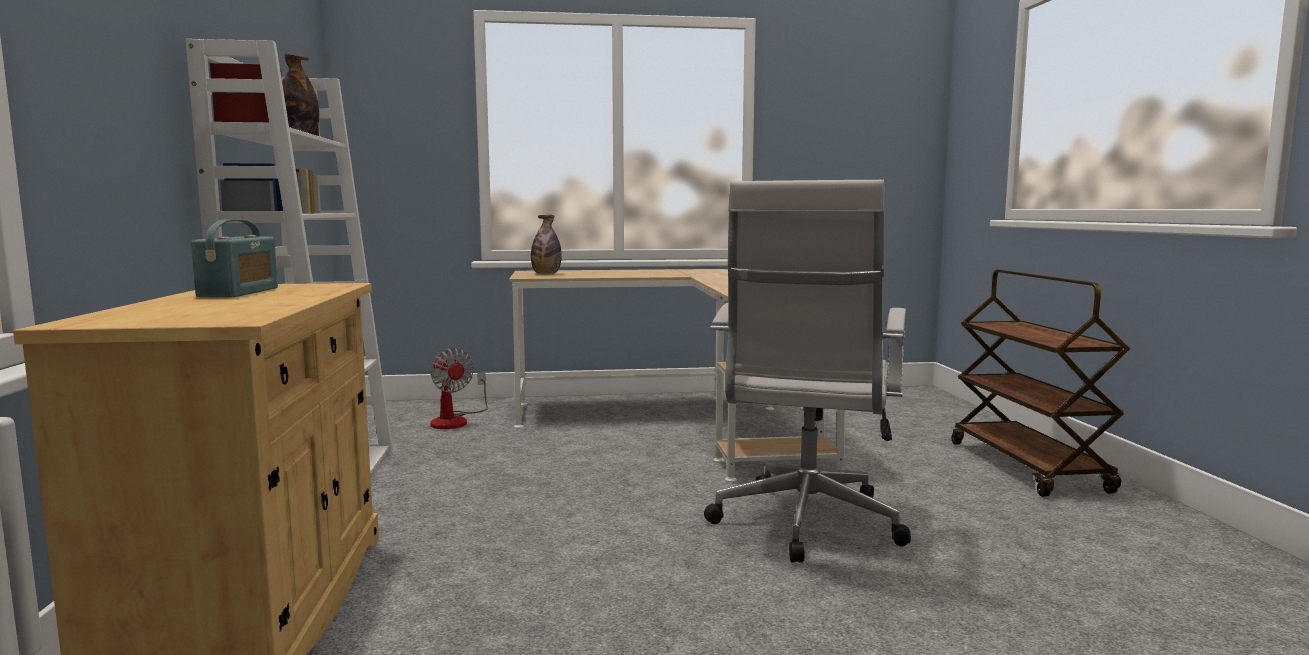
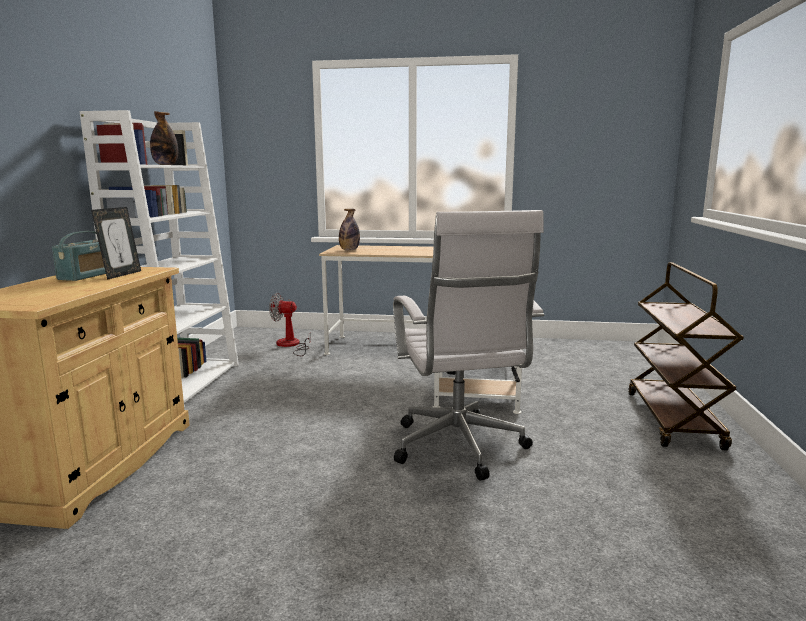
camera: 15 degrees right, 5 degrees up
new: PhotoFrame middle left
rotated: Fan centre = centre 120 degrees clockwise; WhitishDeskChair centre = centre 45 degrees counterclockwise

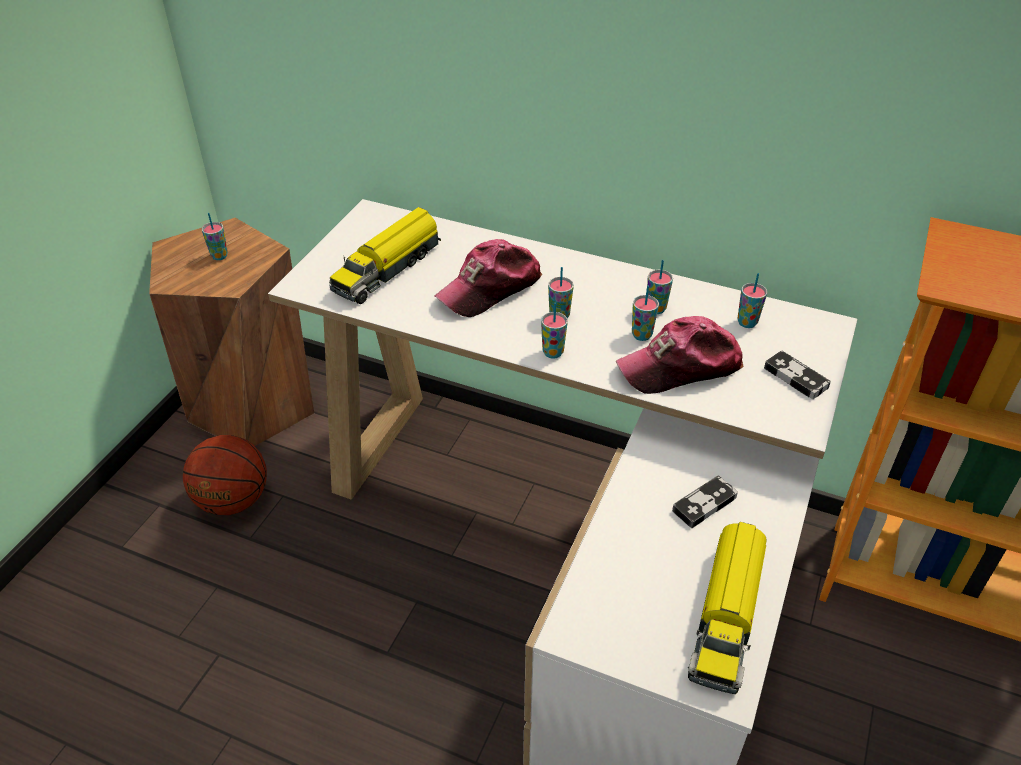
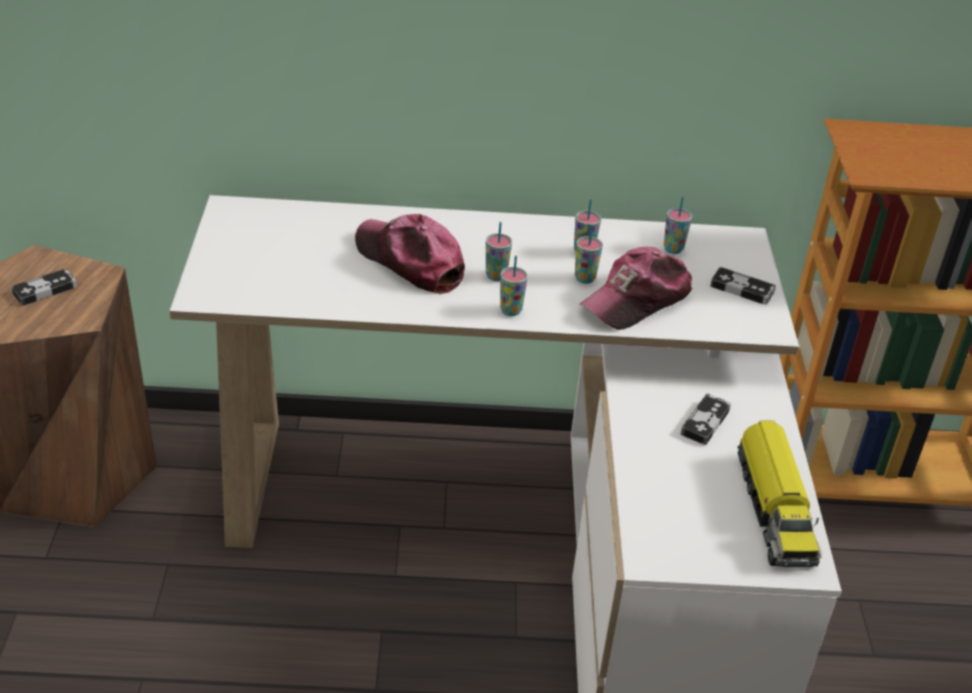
camera: 25 degrees left, 5 degrees down
gone: BasketballBall middle left; ToyLorry (no. 1 from left) centre
swapped: SmallCup (no. 1 from left) top left to GameController (no. 1 from left) middle left
rotated: PeakedCap (no. 1 from left) centre = centre 105 degrees clockwise

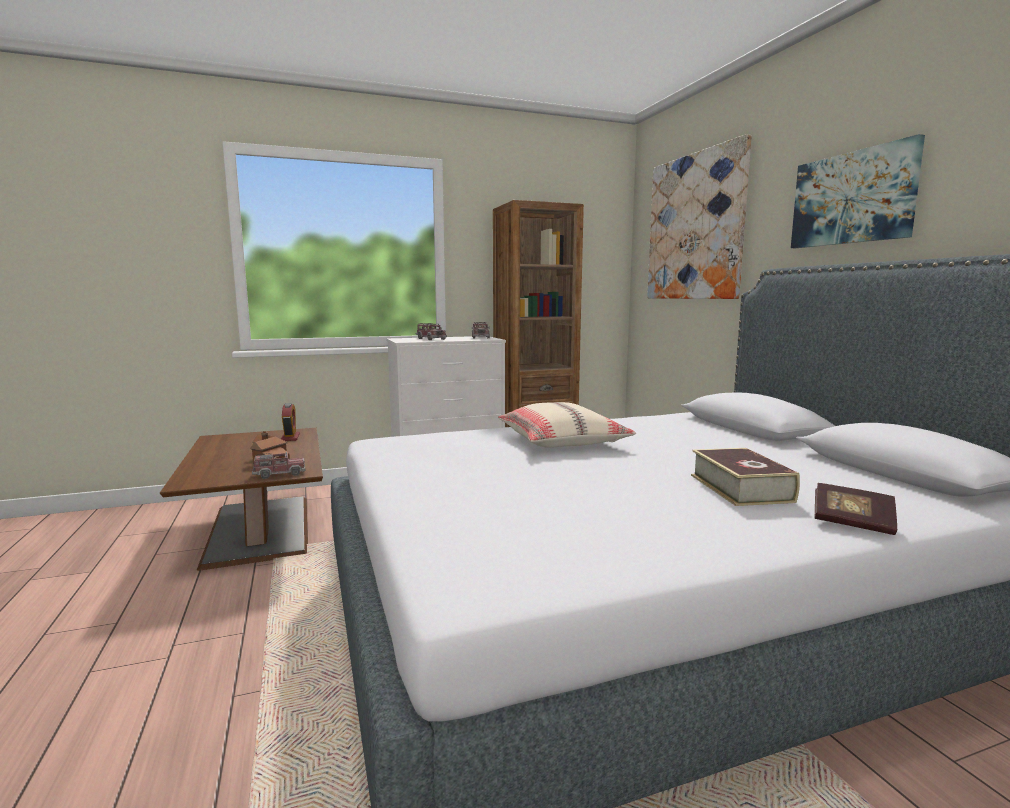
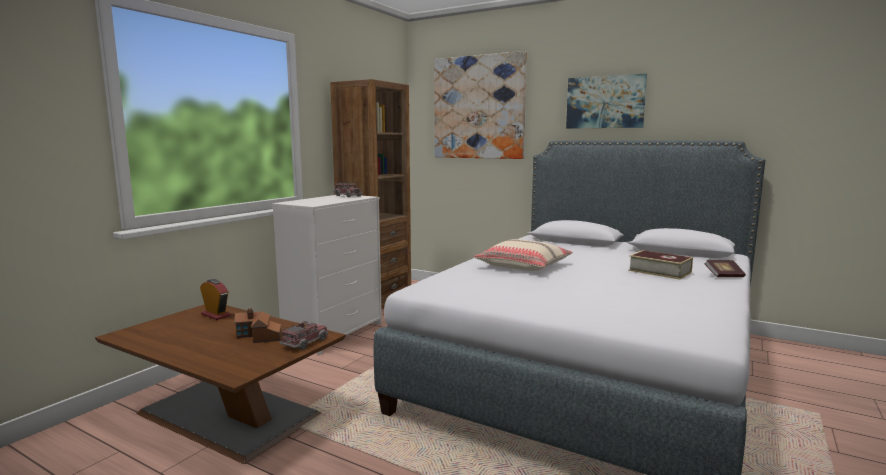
camera: 40 degrees left, 0 degrees up
gone: ToyLorry (no. 2 from left) centre

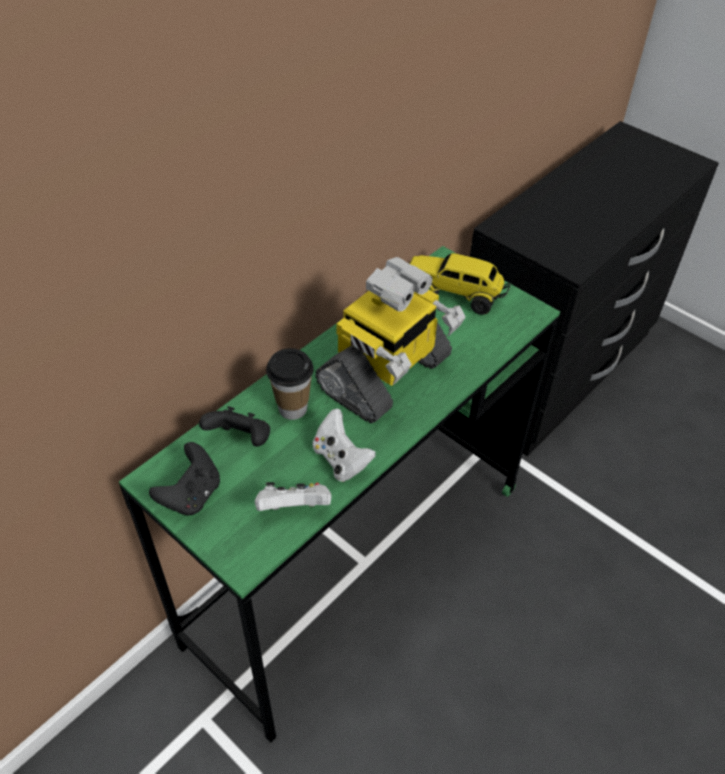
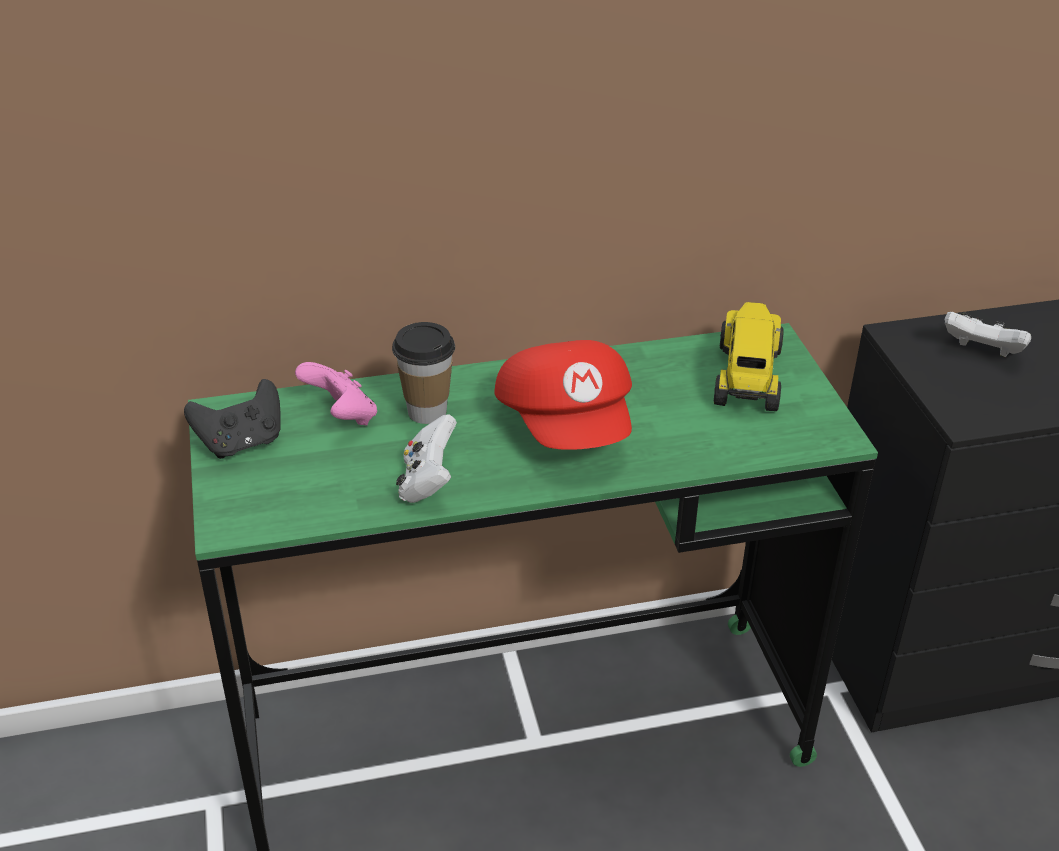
camera: 35 degrees right, 10 degrees down
shifted: WhitishGameController (no. 1 from left in the first image) centre to WhitishGameController (no. 2 from left) middle right
swapped: ToyRobot centre to RedColouredPeakedCap centre
repainted: BlackishGameController (no. 2 from left) middle left to PinkishGameController middle left
rotated: ToyLorry centre = middle right 45 degrees clockwise

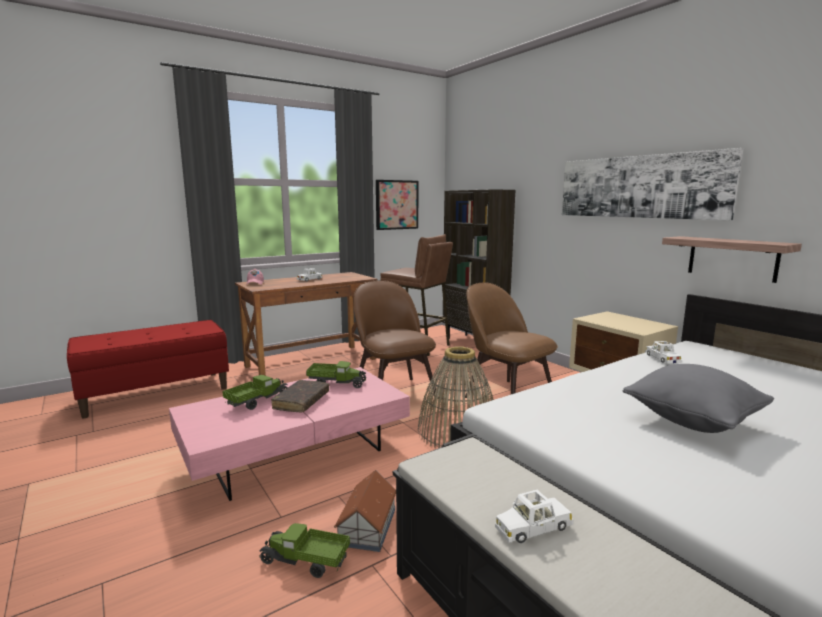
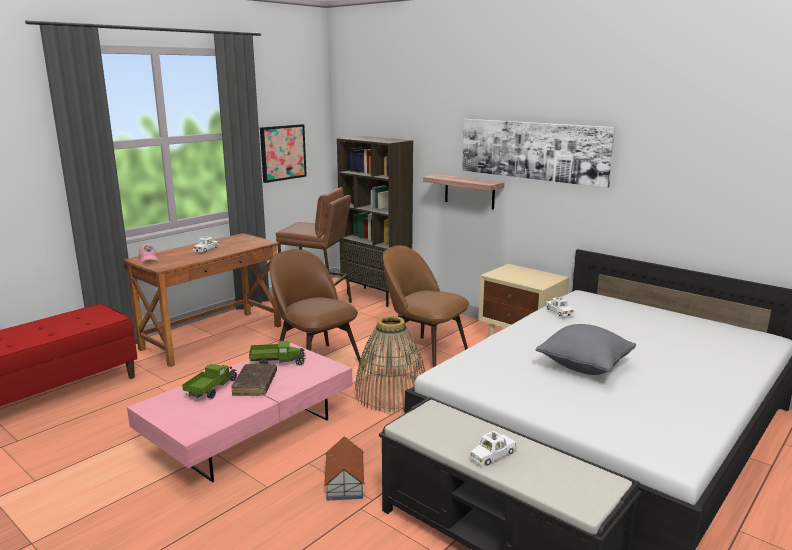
camera: 15 degrees left, 5 degrees up
gone: ToyLorry (no. 2 from left) bottom centre
shifted: BracketShelf middle right to centre

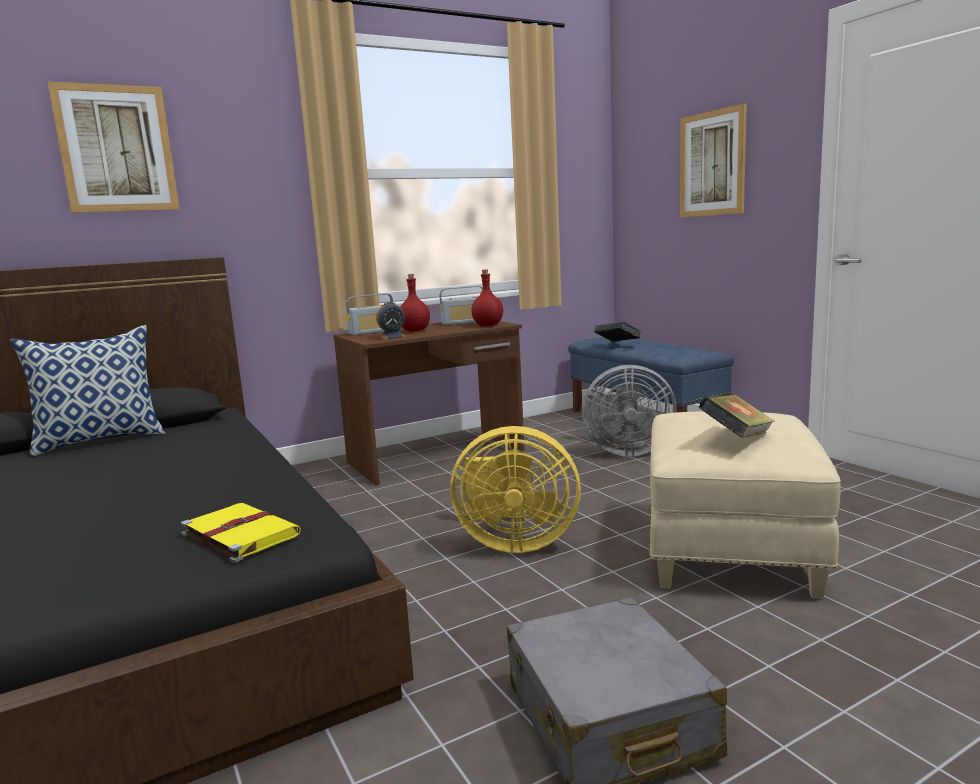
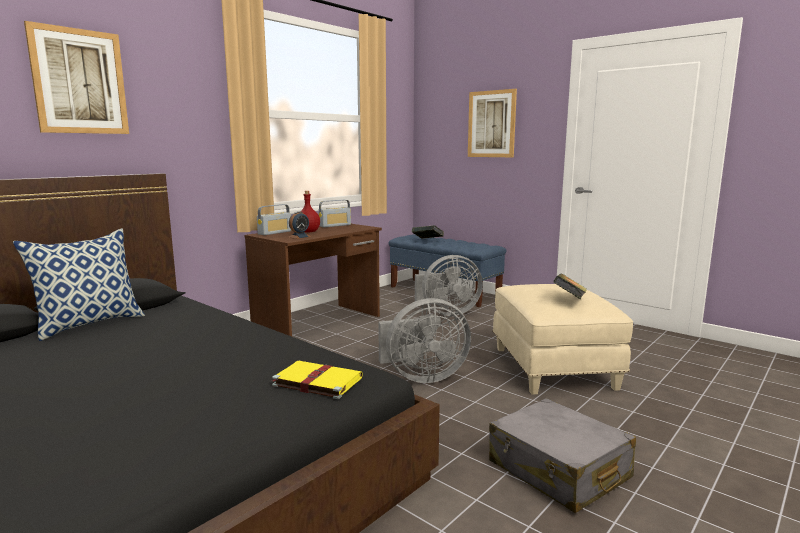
camera: 20 degrees left, 0 degrees up
gone: RedColouredBeverageBottle (no. 2 from left) centre
repainted: YellowColouredFan centre to GreyFan (no. 1 from left) centre

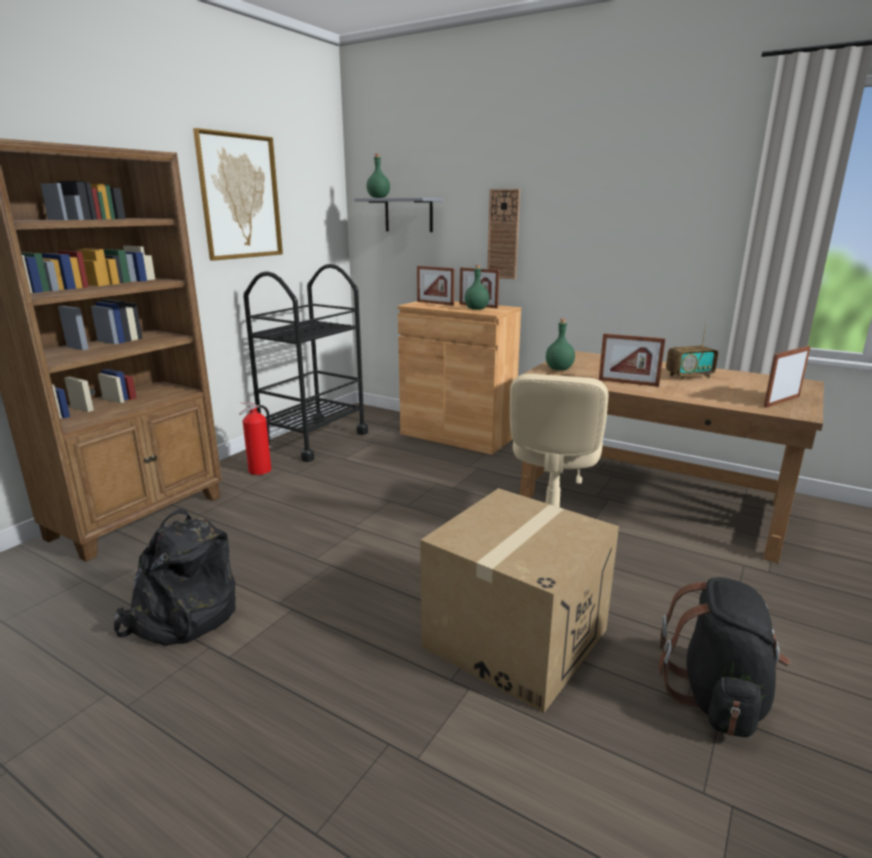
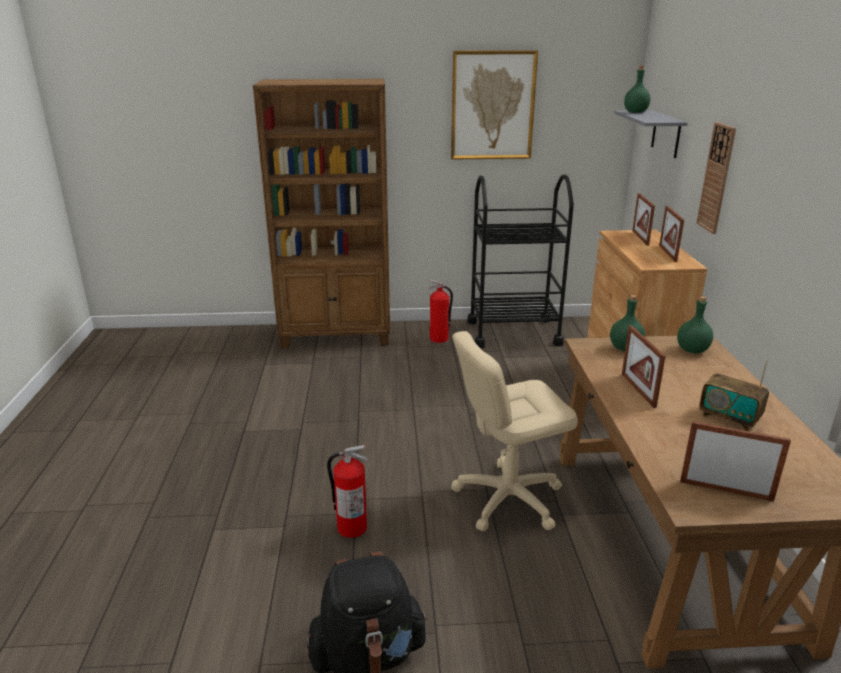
camera: 55 degrees right, 5 degrees up
gone: BlackishKnapsack (no. 1 from left) bottom left
shifted: GreenColouredBeverageBottle (no. 2 from left in the first image) centre to GreenColouredBeverageBottle (no. 3 from left) middle right
swapped: PackingBox bottom centre to FireFightingCylinder (no. 1 from left) bottom centre

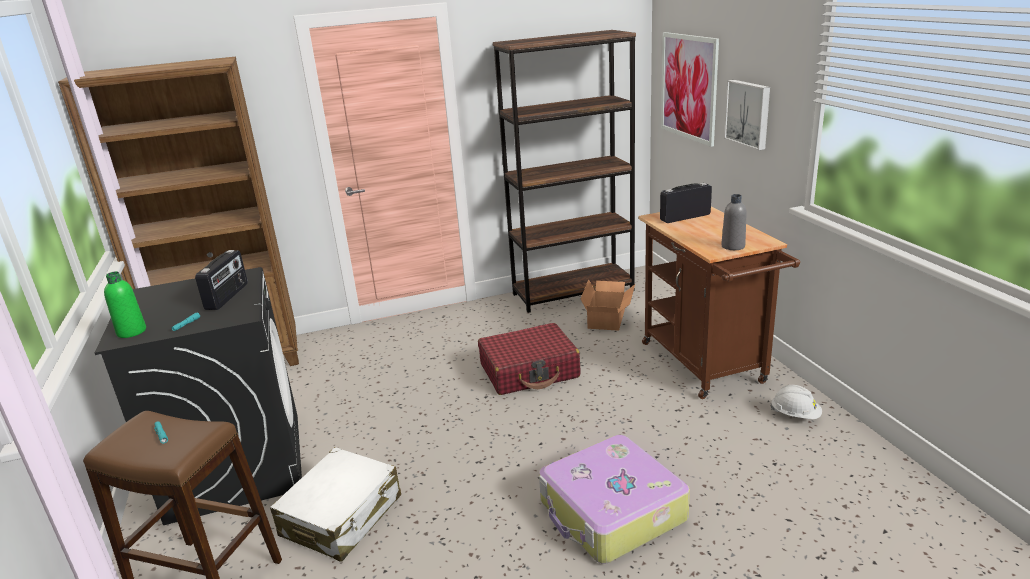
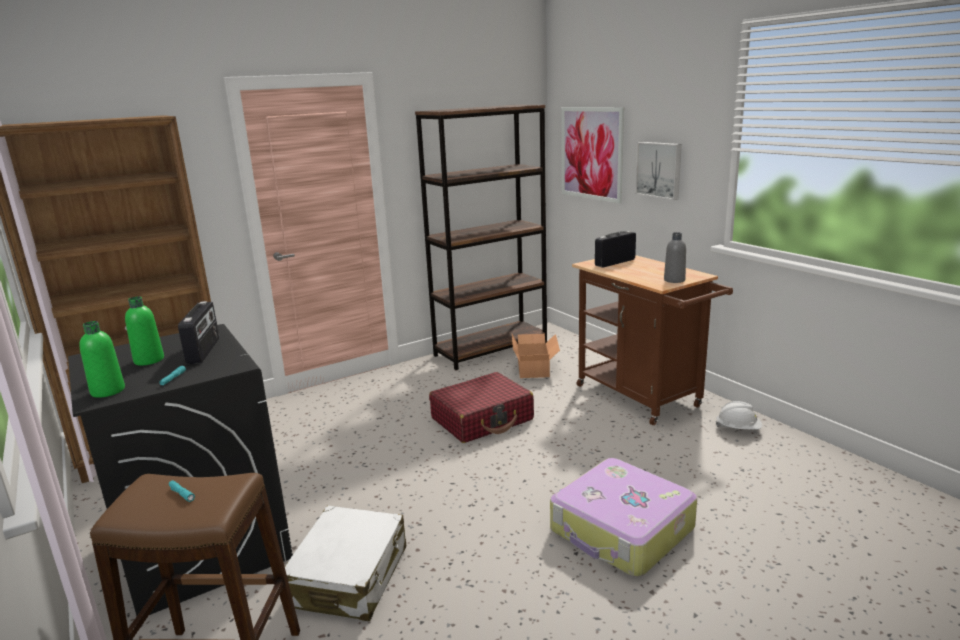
camera: 15 degrees left, 5 degrees down
new: GreenColouredBeverageBottle (no. 2 from left) middle left

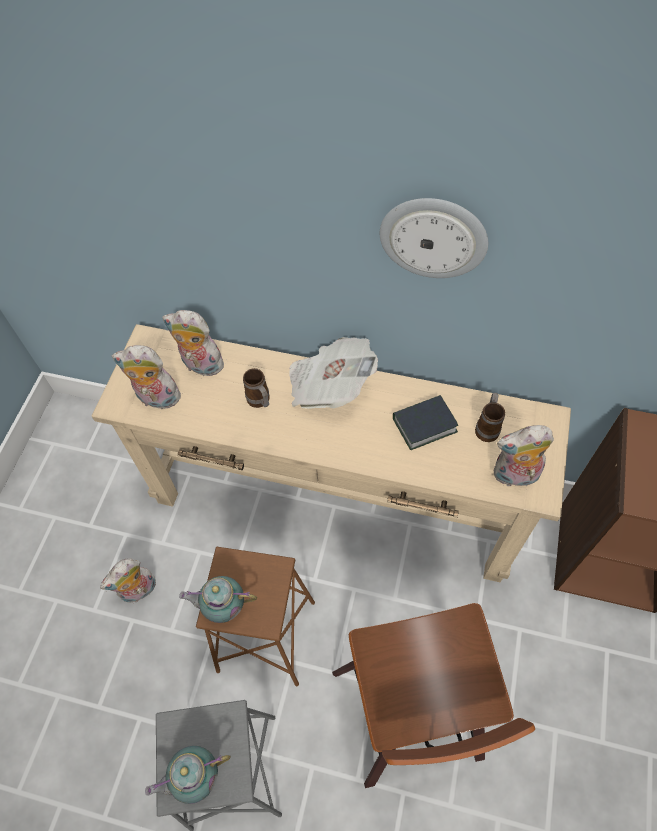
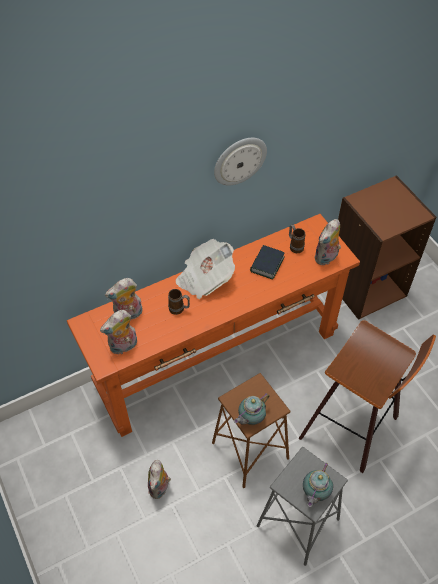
camera: 45 degrees left, 5 degrees down
repainted: BeigeColouredConsoleTable centre to OrangeColouredConsoleTable centre

